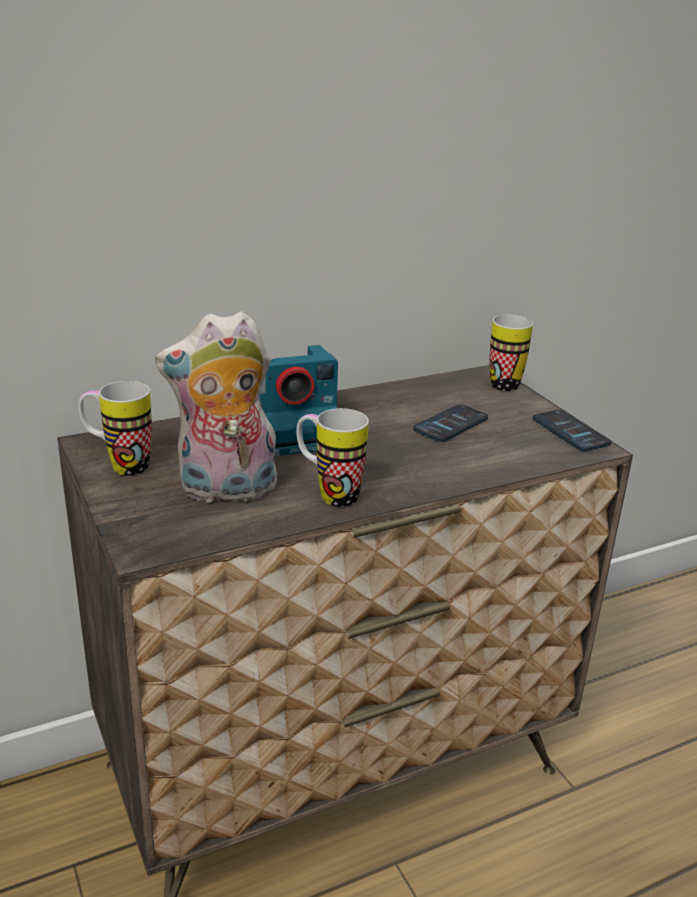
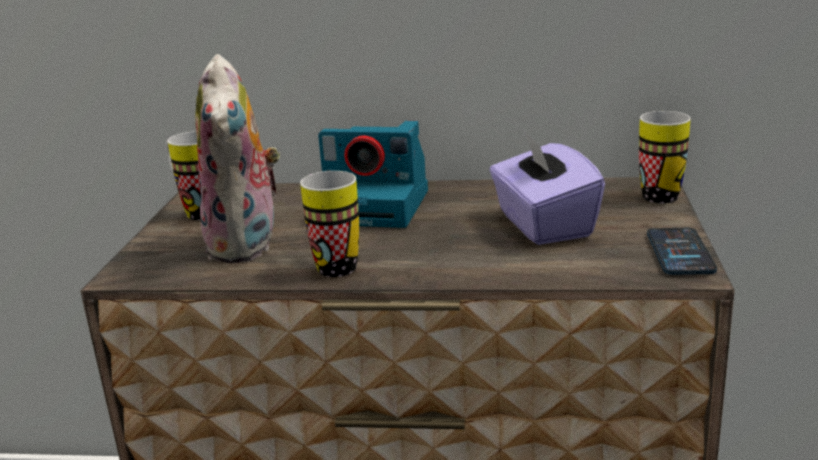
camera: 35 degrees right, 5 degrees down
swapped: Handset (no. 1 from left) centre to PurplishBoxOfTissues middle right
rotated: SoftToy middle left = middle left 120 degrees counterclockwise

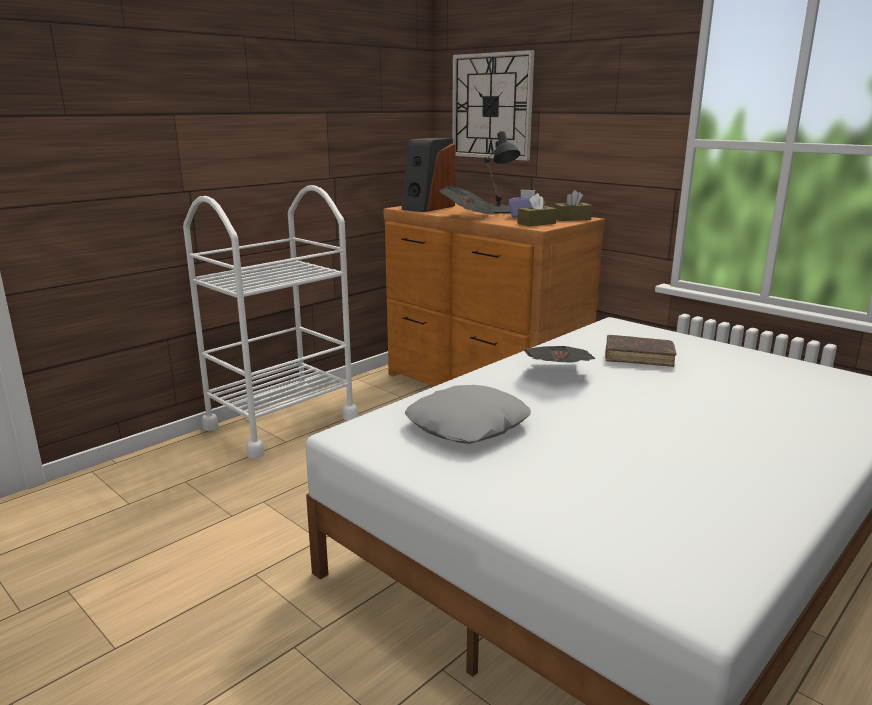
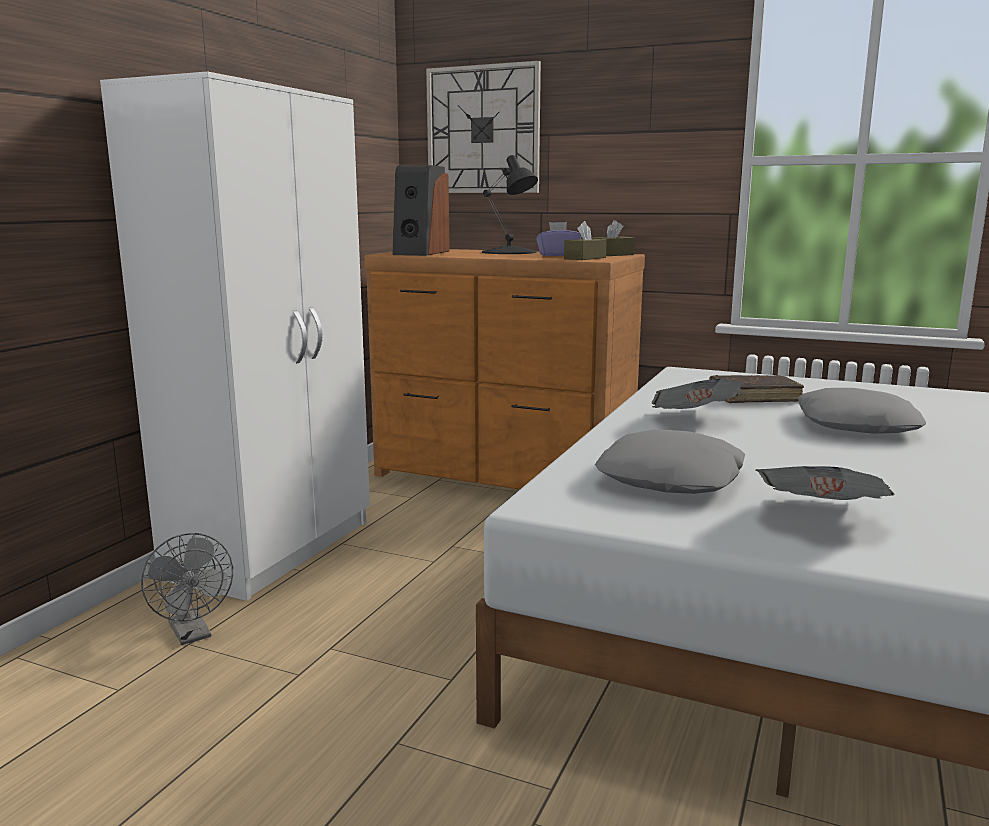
camera: 20 degrees left, 5 degrees down
new: GreyFan bottom left; GreyPillow (no. 2 from left) middle right
shifted: DailyPaper (no. 1 from left in the first image) top centre to DailyPaper (no. 2 from left) middle right
swapped: WhitishWheeledCart middle left to WhitishWardrobe middle left

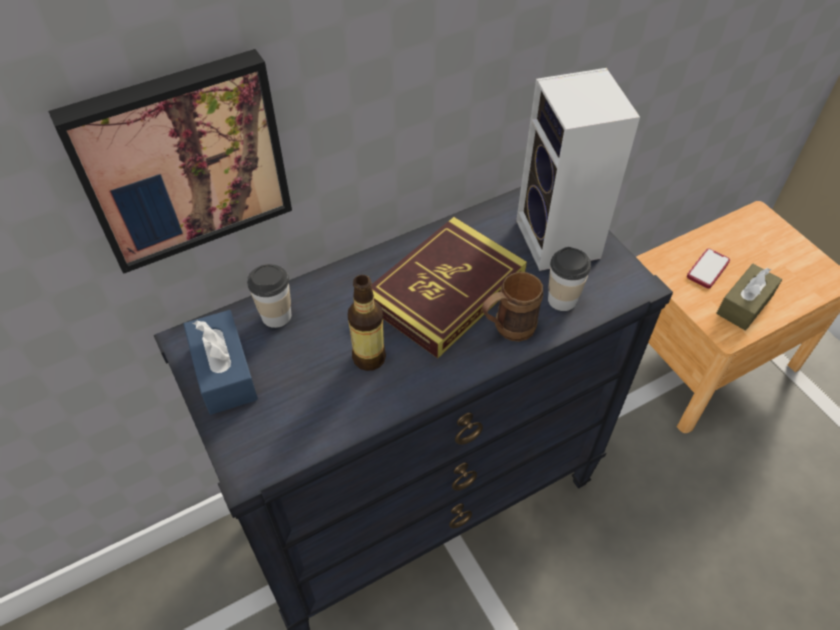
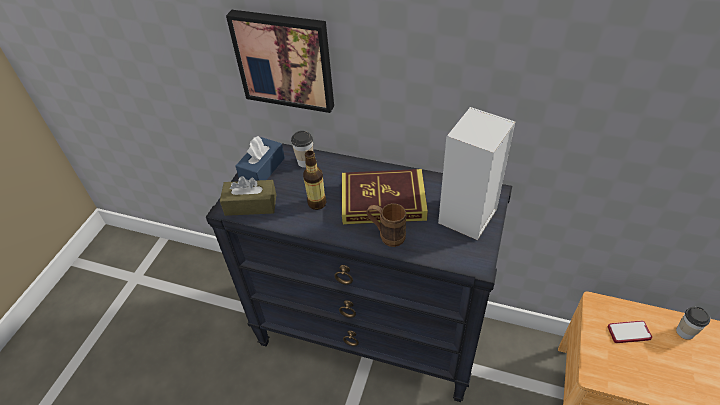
camera: 50 degrees right, 5 degrees down
shifted: SmallCup (no. 2 from left) middle right to bottom right; BrownishBoxOfTissues middle right to centre

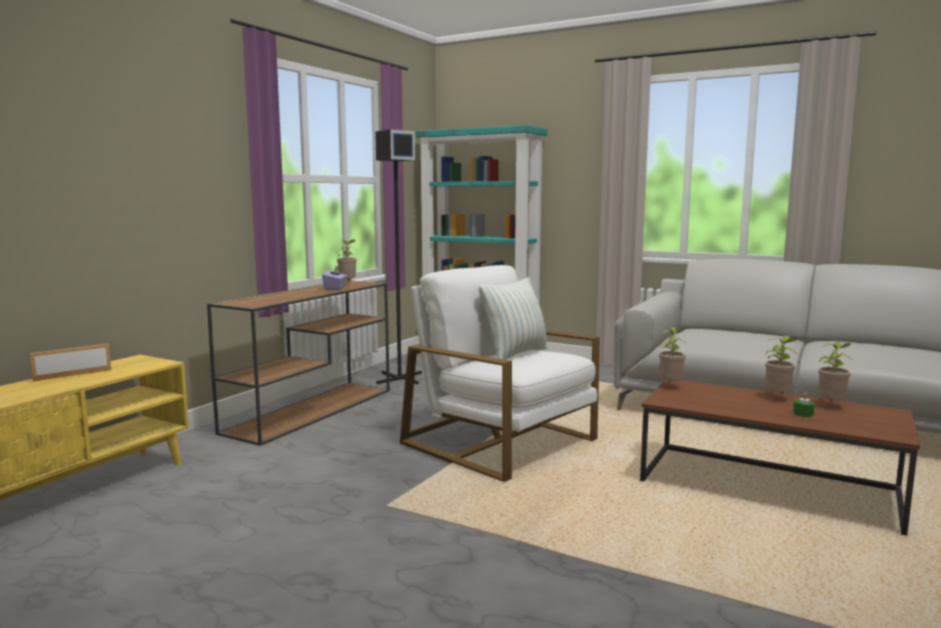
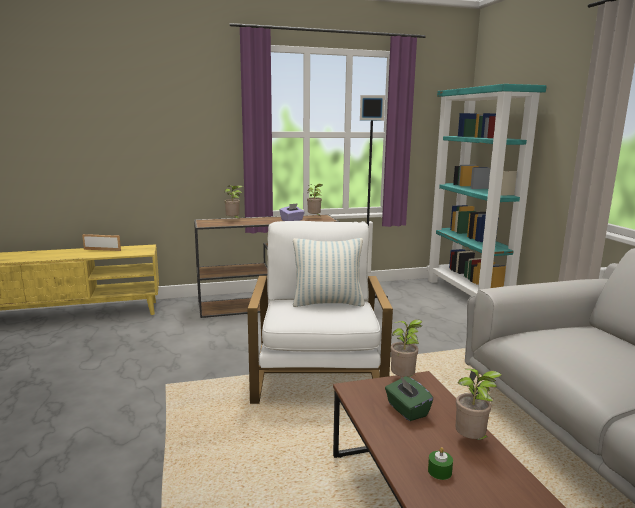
camera: 45 degrees right, 5 degrees up
new: GreenColouredBoxOfTissues bottom centre
shifted: Houseplant (no. 4 from left in the first image) middle right to Houseplant (no. 1 from left) centre

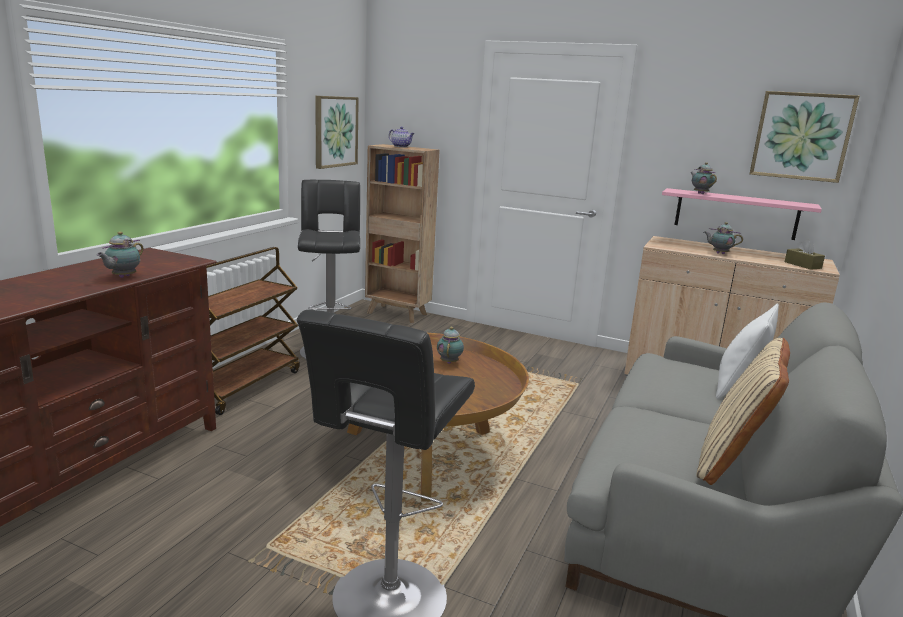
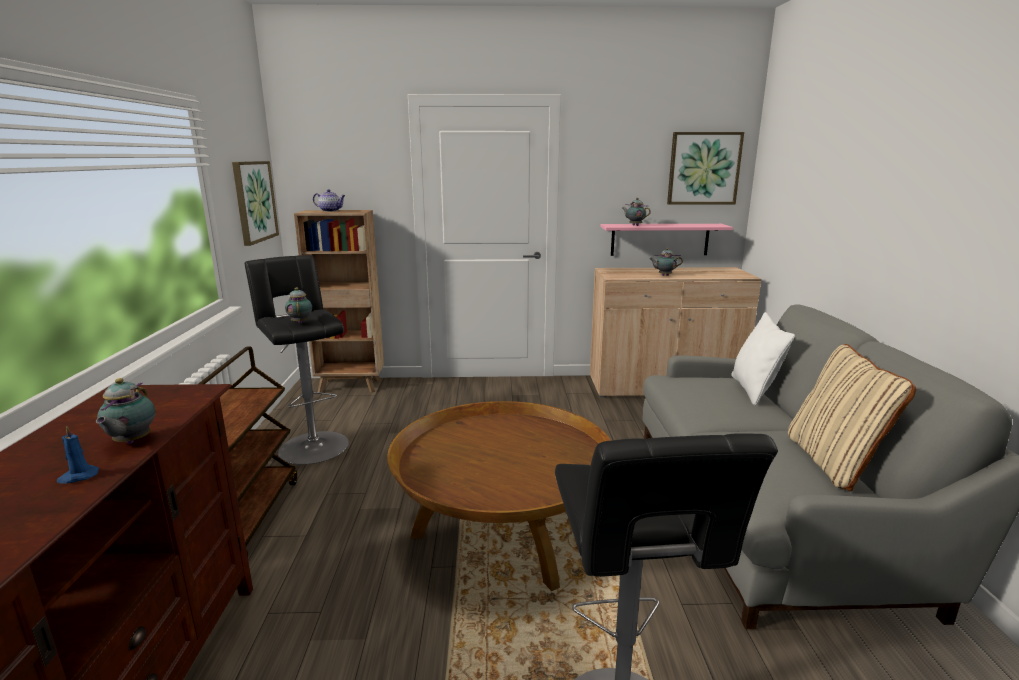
camera: 25 degrees left, 0 degrees up
gone: BrownishBoxOfTissues middle right
new: BlueWaxCandle bottom left
shifted: TeaPot (no. 3 from left in the first image) centre to TeaPot (no. 2 from left) middle left

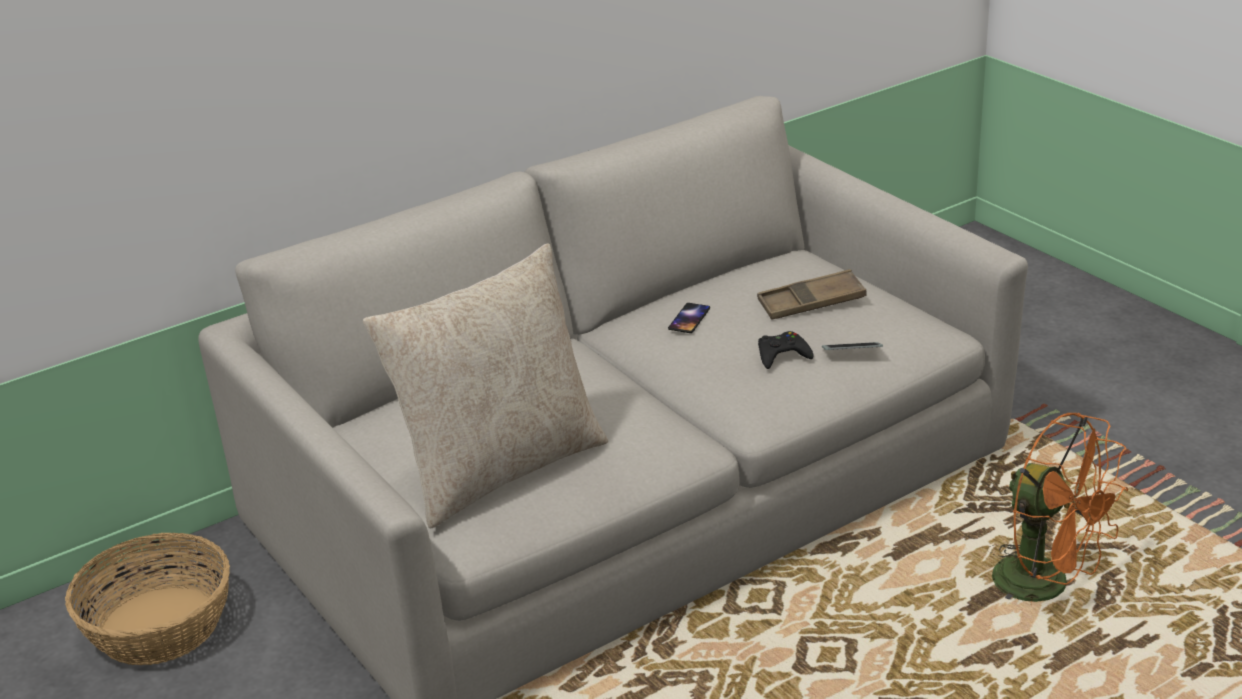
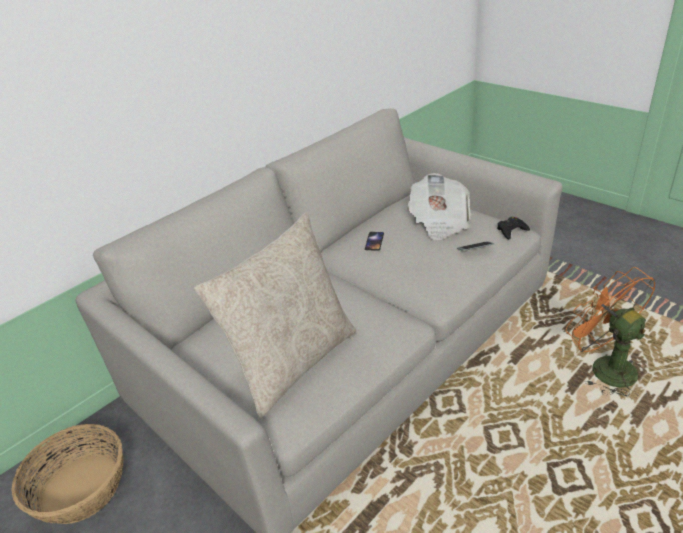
camera: 10 degrees left, 5 degrees up
shifted: BlackishGameController centre to middle right
swapped: BrownishServingTray centre to DailyPaper centre
rotated: OrangeColouredFan bottom right = middle right 150 degrees counterclockwise

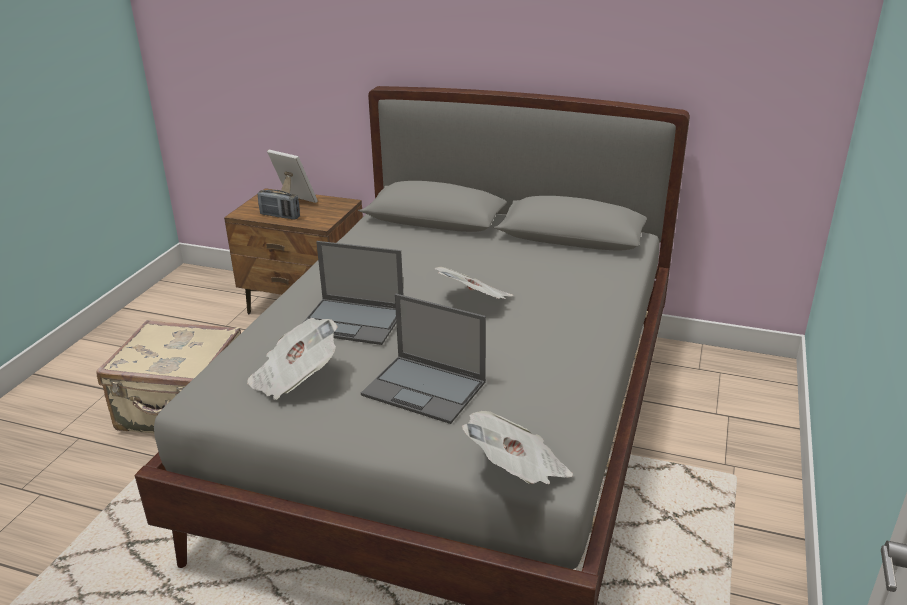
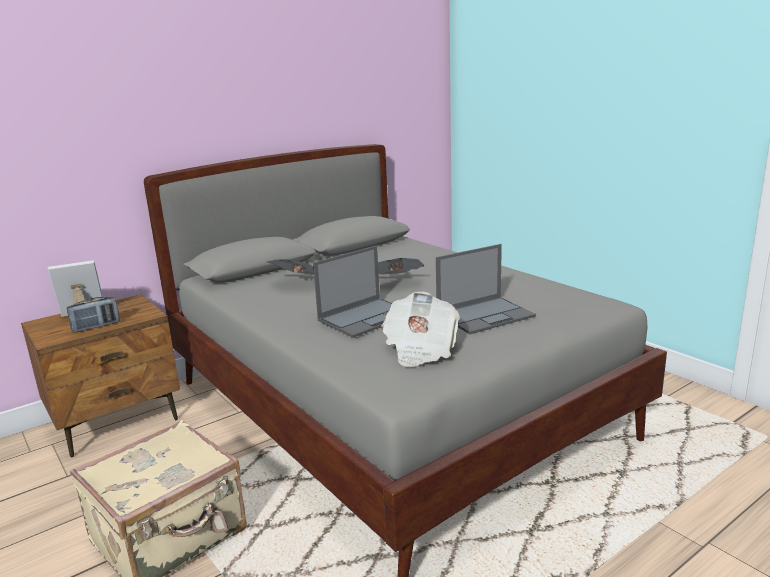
camera: 55 degrees left, 10 degrees down
shifted: DailyPaper (no. 3 from left in the first image) bottom centre to DailyPaper (no. 1 from left) centre

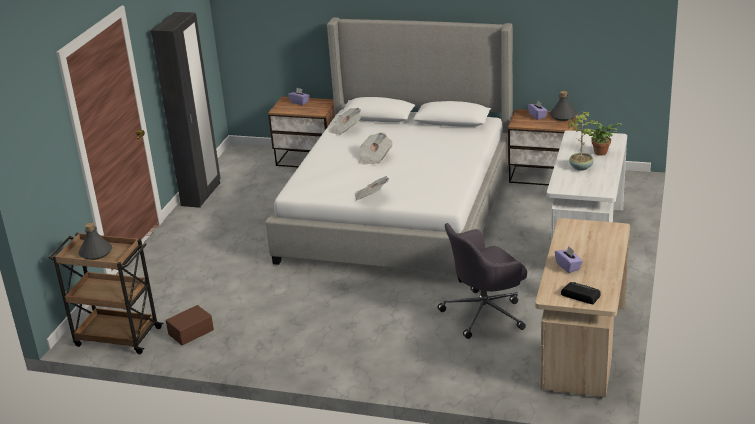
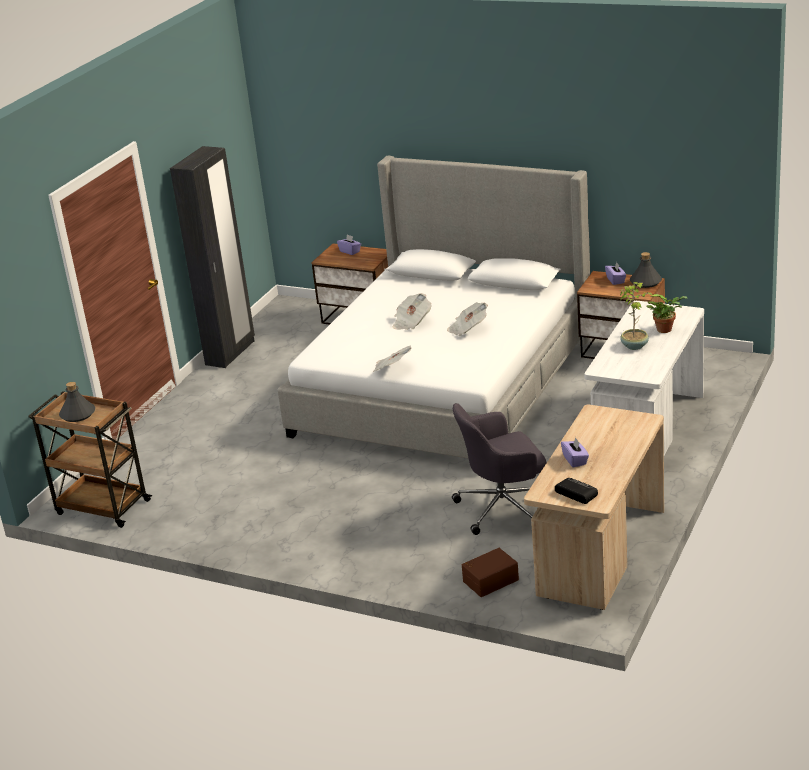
camera: 10 degrees right, 0 degrees up
shifted: BrownishStorageBin bottom left to bottom centre; DailyPaper (no. 1 from left in the first image) top centre to DailyPaper (no. 3 from left) centre

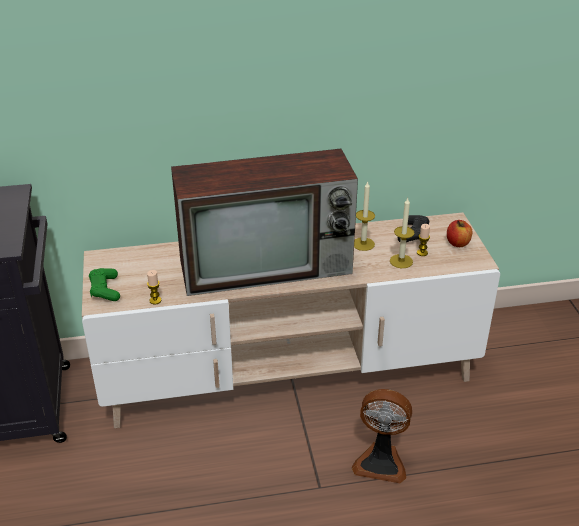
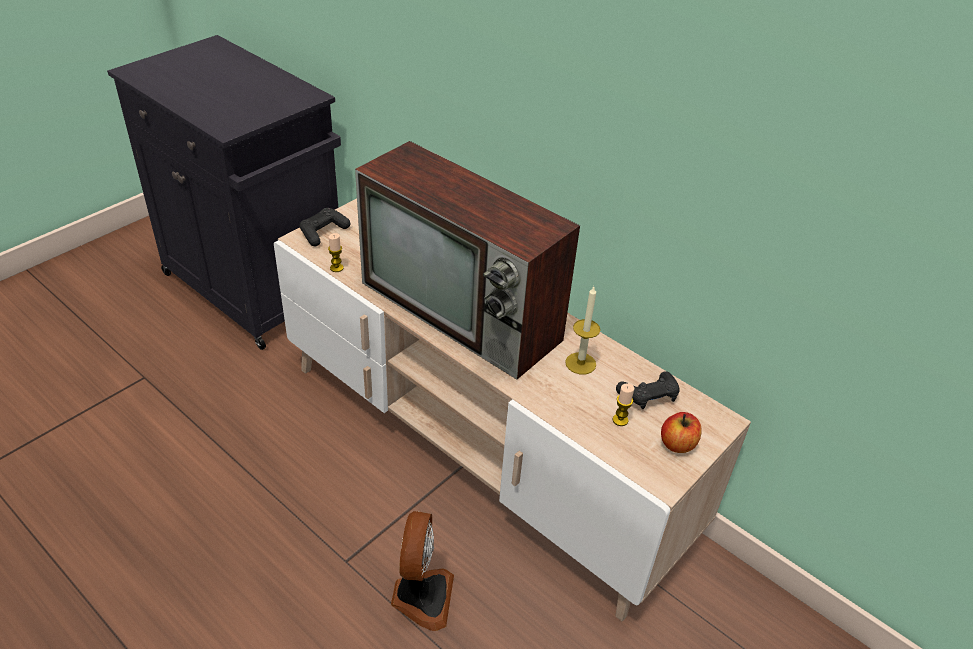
camera: 50 degrees right, 5 degrees up
gone: WaxCandle (no. 3 from left) middle right
repainted: GreenColouredGameController middle left to BlackishGameController (no. 1 from left) middle left
rotated: Fan bottom centre = bottom centre 150 degrees counterclockwise

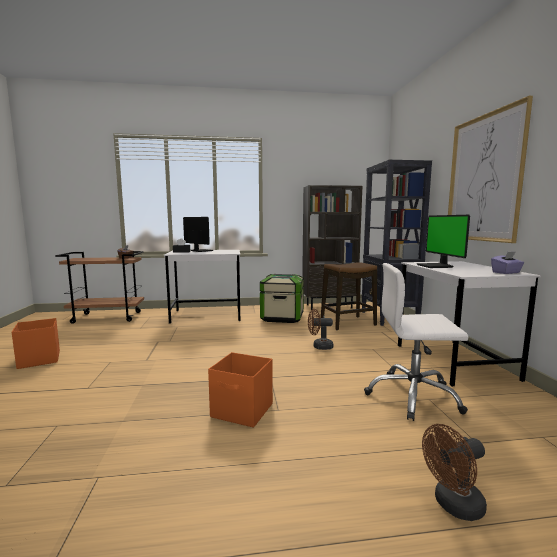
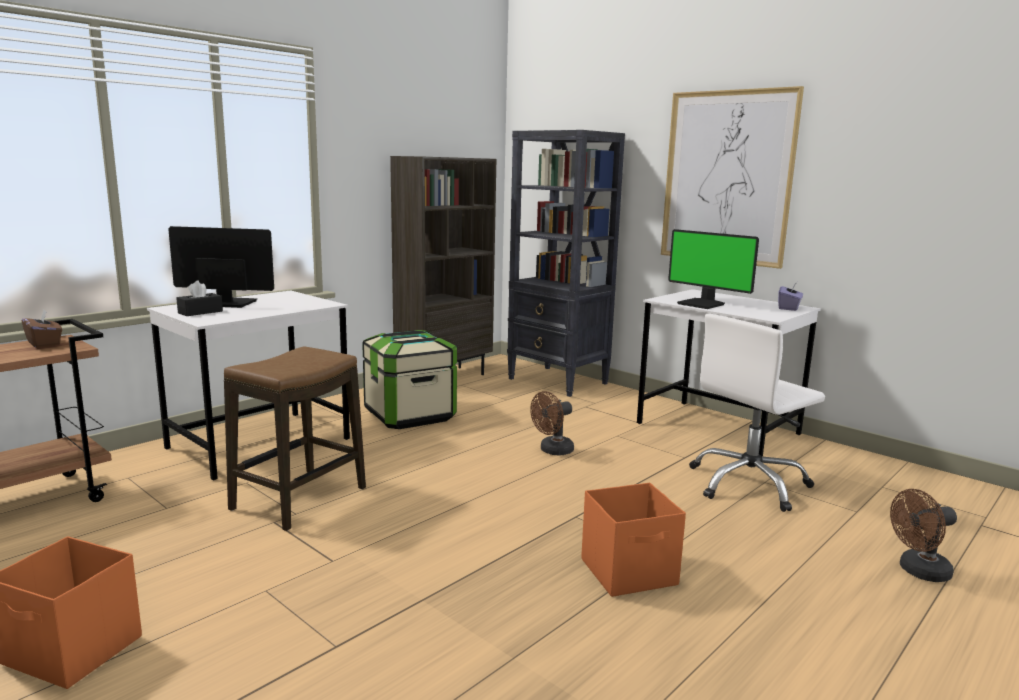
camera: 40 degrees left, 5 degrees up
shifted: SittingStool centre to middle left
rotated: BrownishFan (no. 2 from left) bottom right = bottom right 45 degrees clockwise

